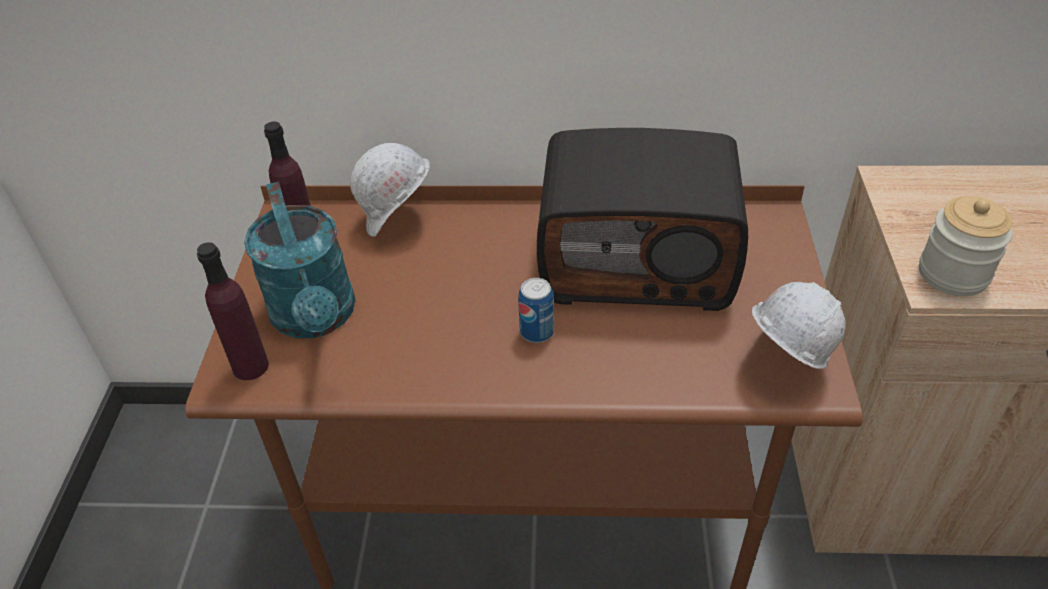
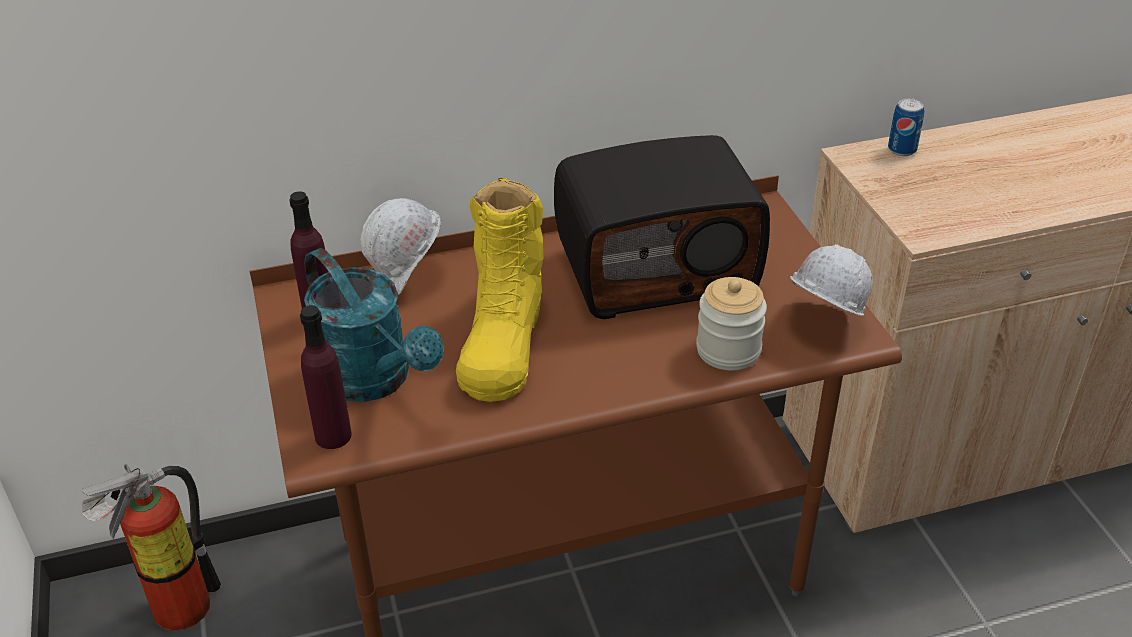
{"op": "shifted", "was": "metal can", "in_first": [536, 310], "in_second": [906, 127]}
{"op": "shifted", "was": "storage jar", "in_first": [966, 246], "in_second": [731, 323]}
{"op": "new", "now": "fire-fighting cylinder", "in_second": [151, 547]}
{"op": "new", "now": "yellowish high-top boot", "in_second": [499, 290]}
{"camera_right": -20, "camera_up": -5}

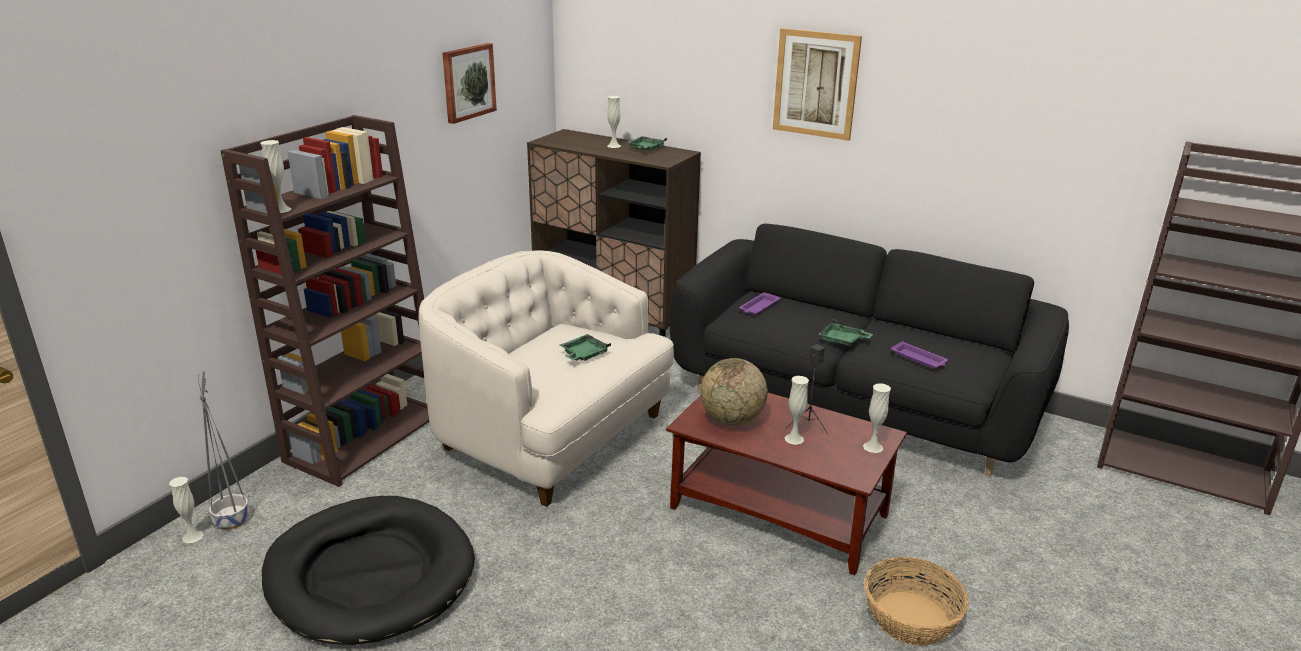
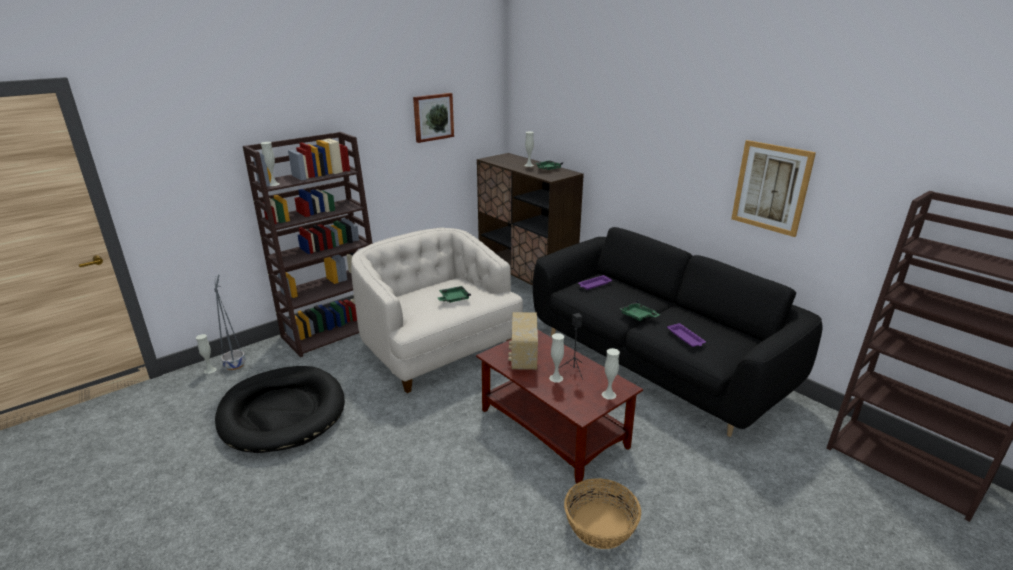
{"op": "swapped", "was": "globe", "now": "radio receiver", "in_first": [734, 392], "in_second": [523, 341]}
{"op": "shifted", "was": "picture", "in_first": [817, 84], "in_second": [773, 188]}
{"camera_right": 20, "camera_up": 0}

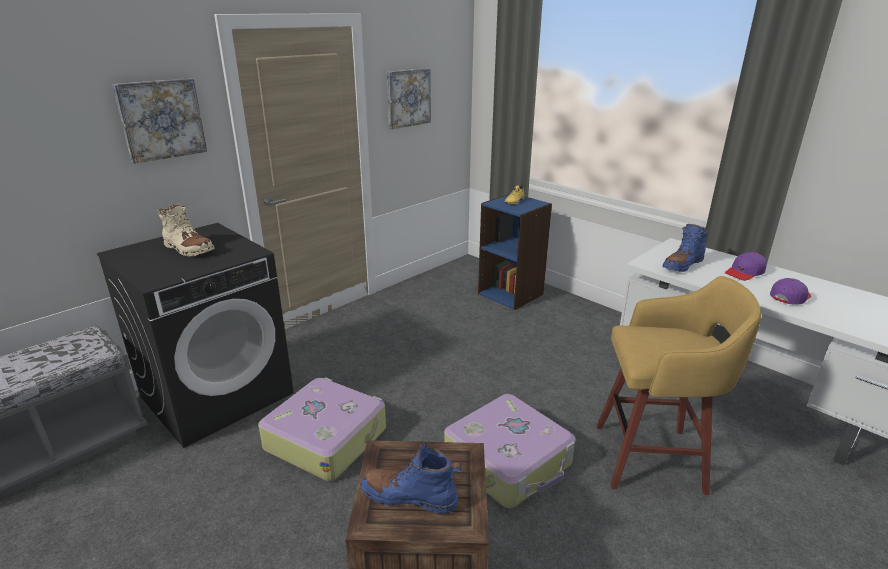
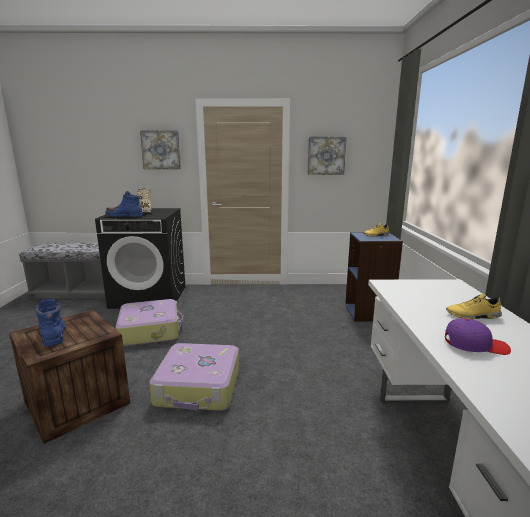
{"op": "gone", "was": "yellowish stool", "in_first": [678, 385]}
{"op": "shifted", "was": "bluish high-top boot", "in_first": [685, 248], "in_second": [124, 204]}
{"op": "swapped", "was": "purplish baseball cap", "now": "yellowish item of footwear", "in_first": [746, 266], "in_second": [474, 306]}
{"camera_right": 45, "camera_up": -10}

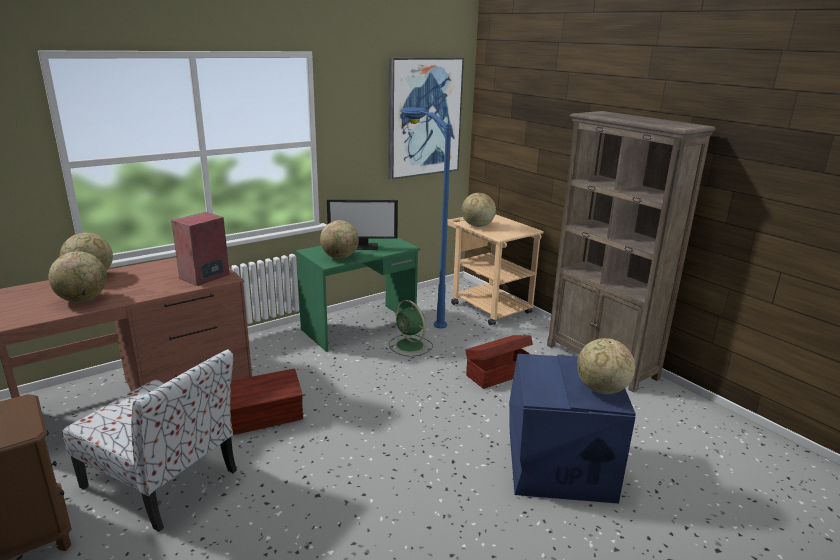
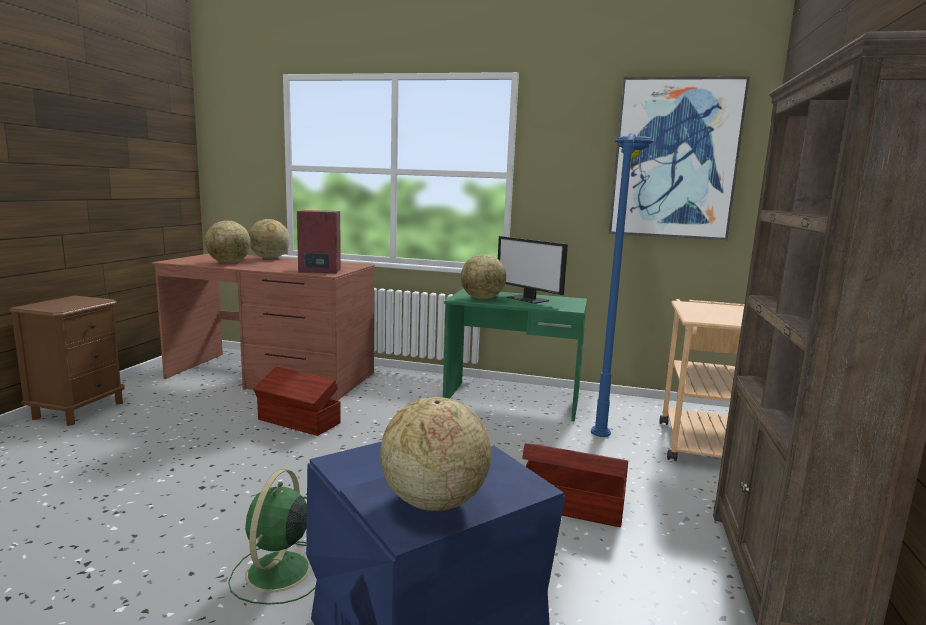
{"op": "gone", "was": "plain chair", "in_first": [149, 440]}
{"op": "shifted", "was": "green-coloured fan", "in_first": [411, 328], "in_second": [272, 537]}
{"op": "gone", "was": "globe", "in_first": [479, 210]}
{"camera_right": 50, "camera_up": -10}

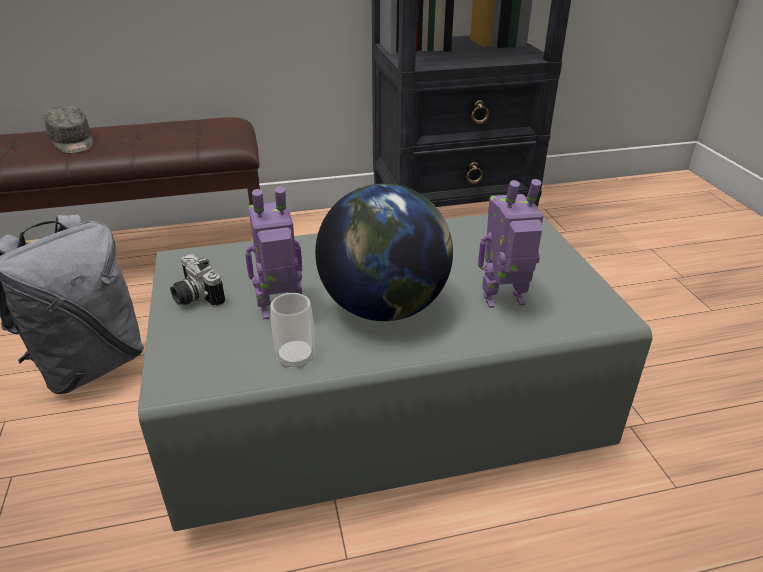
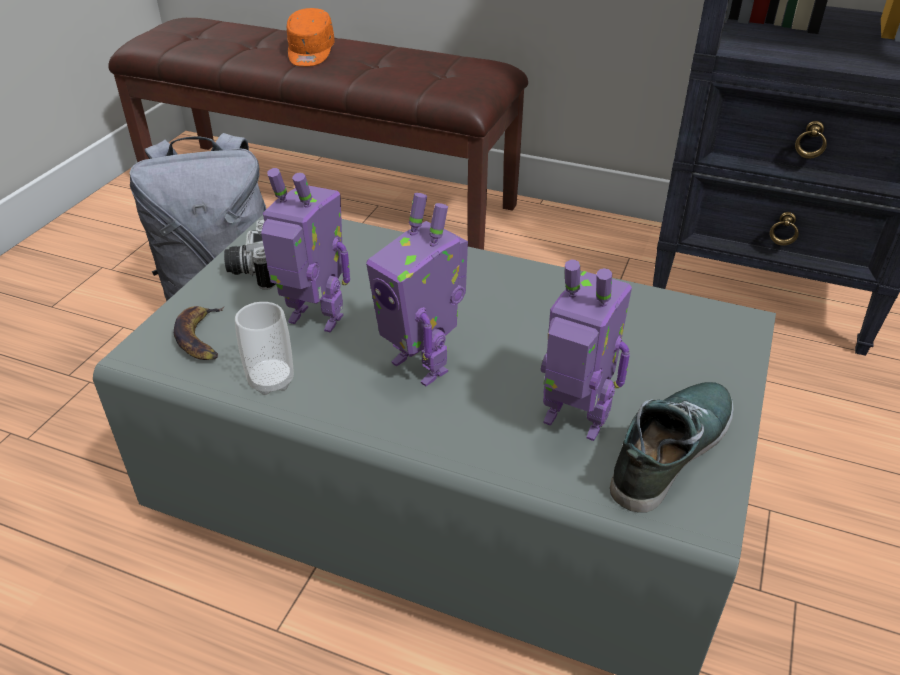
{"op": "repainted", "was": "greyish baseball cap", "now": "orange baseball cap", "in_first": [68, 129], "in_second": [311, 37]}
{"op": "swapped", "was": "globe", "now": "toy robot", "in_first": [384, 252], "in_second": [417, 290]}
{"op": "new", "now": "banana", "in_second": [199, 333]}
{"op": "new", "now": "item of footwear", "in_second": [672, 447]}
{"camera_right": 35, "camera_up": 5}

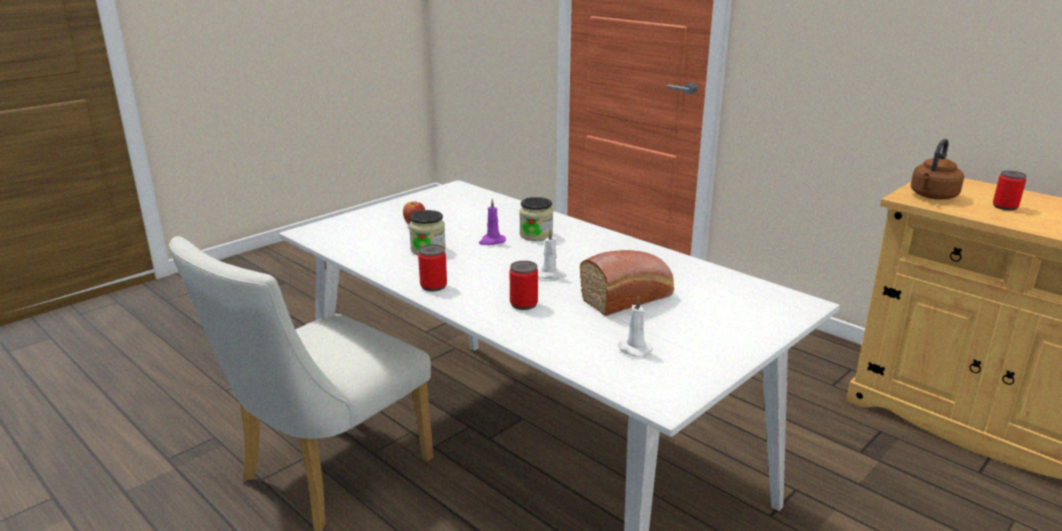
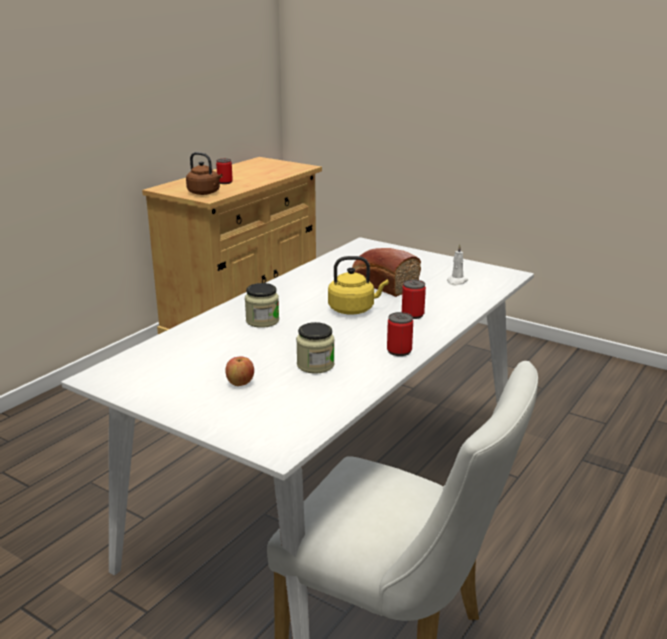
{"op": "gone", "was": "purplish candle", "in_first": [492, 222]}
{"op": "swapped", "was": "white-coloured candle", "now": "yellowish tea kettle", "in_first": [552, 254], "in_second": [358, 285]}
{"camera_right": -100, "camera_up": 0}

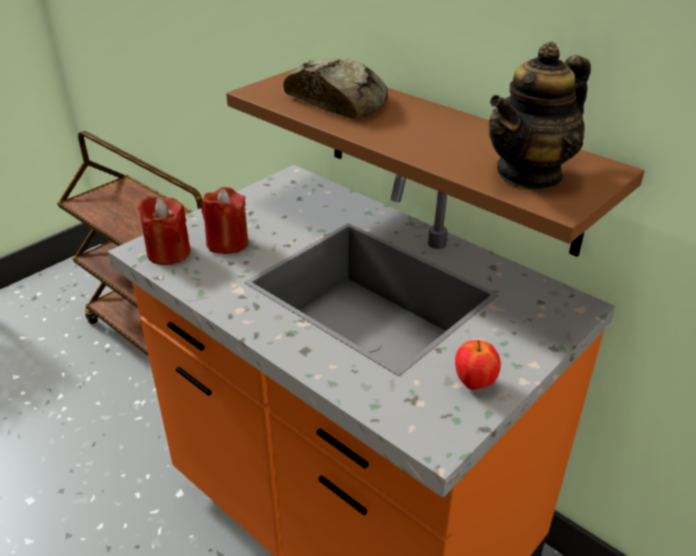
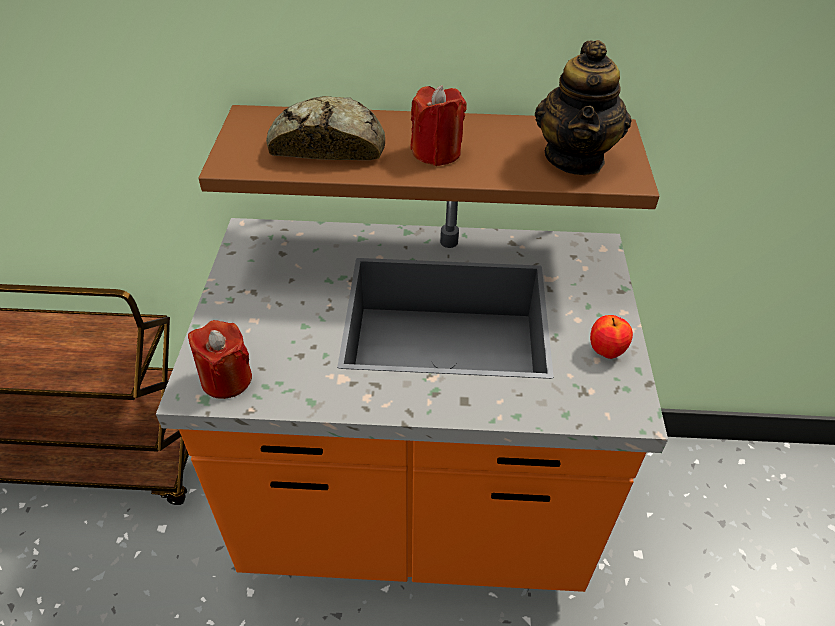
{"op": "shifted", "was": "red candle", "in_first": [224, 220], "in_second": [439, 125]}
{"camera_right": -40, "camera_up": 10}

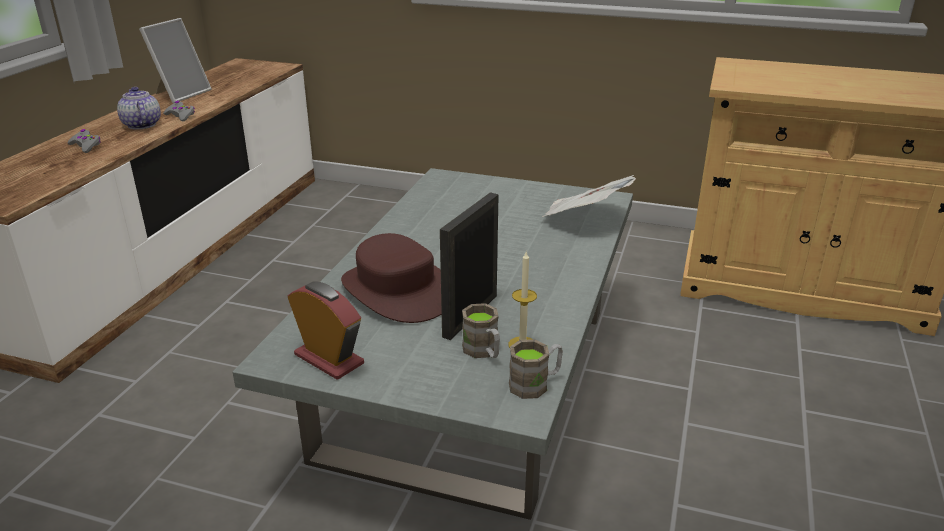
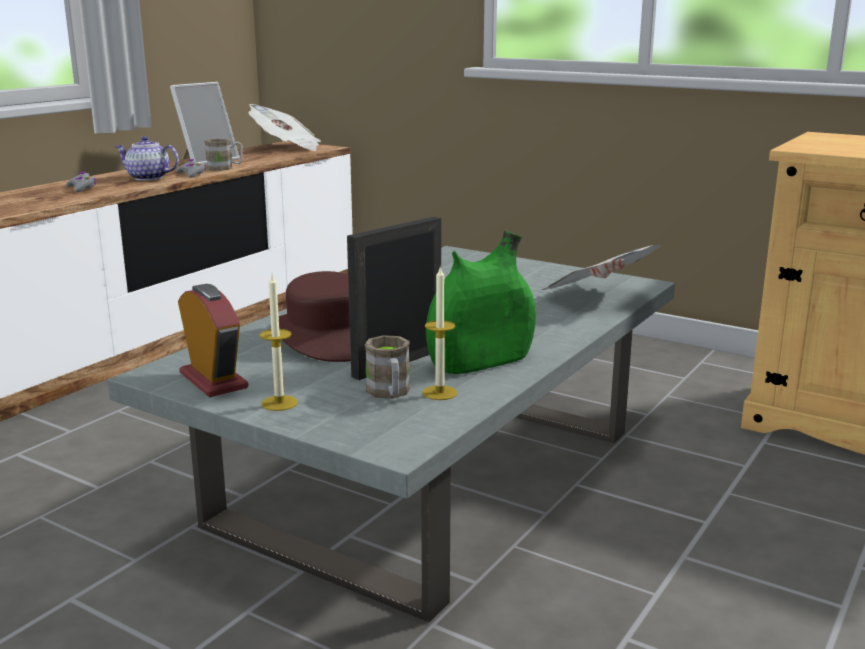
{"op": "rotated", "was": "teapot", "in_first": [139, 108], "in_second": [147, 158], "clockwise": -60}
{"op": "shifted", "was": "brown coffee mug", "in_first": [536, 369], "in_second": [224, 155]}
{"op": "new", "now": "newspaper", "in_second": [284, 127]}
{"op": "new", "now": "candle", "in_second": [279, 343]}
{"op": "new", "now": "green-coloured vase", "in_second": [481, 302]}
{"camera_right": 15, "camera_up": -10}

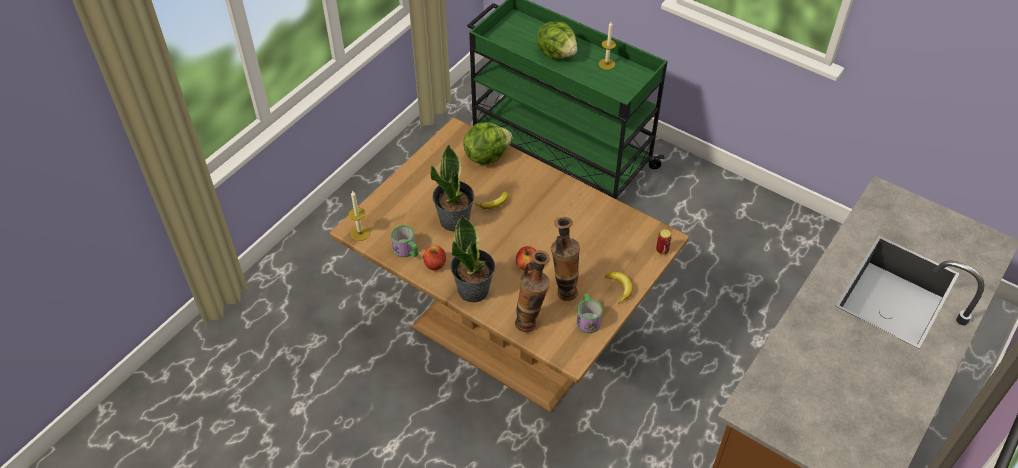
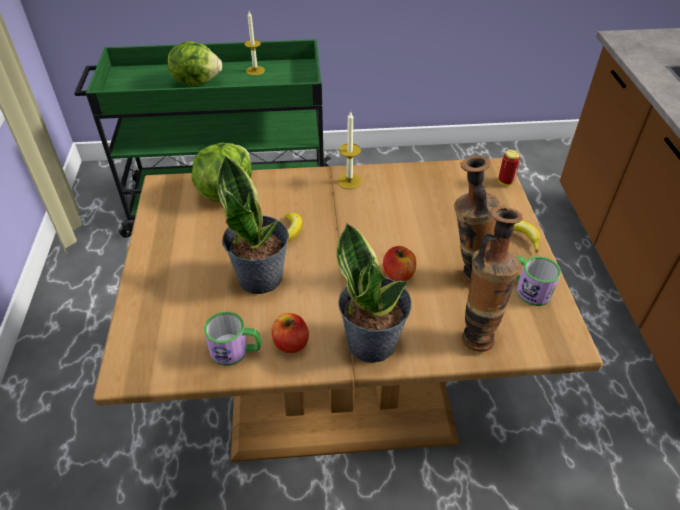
{"op": "shifted", "was": "candle", "in_first": [359, 215], "in_second": [349, 149]}
{"camera_right": -40, "camera_up": -5}

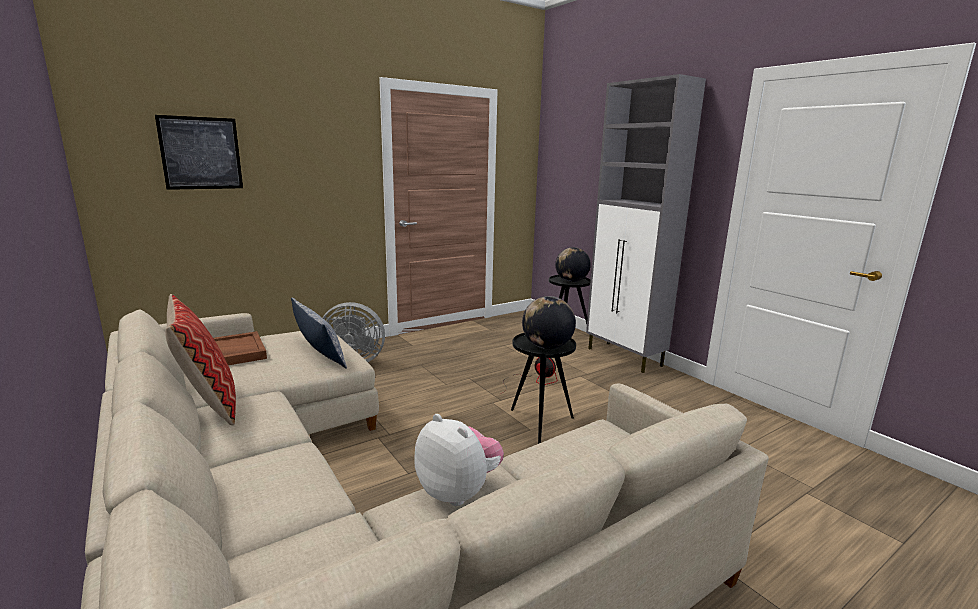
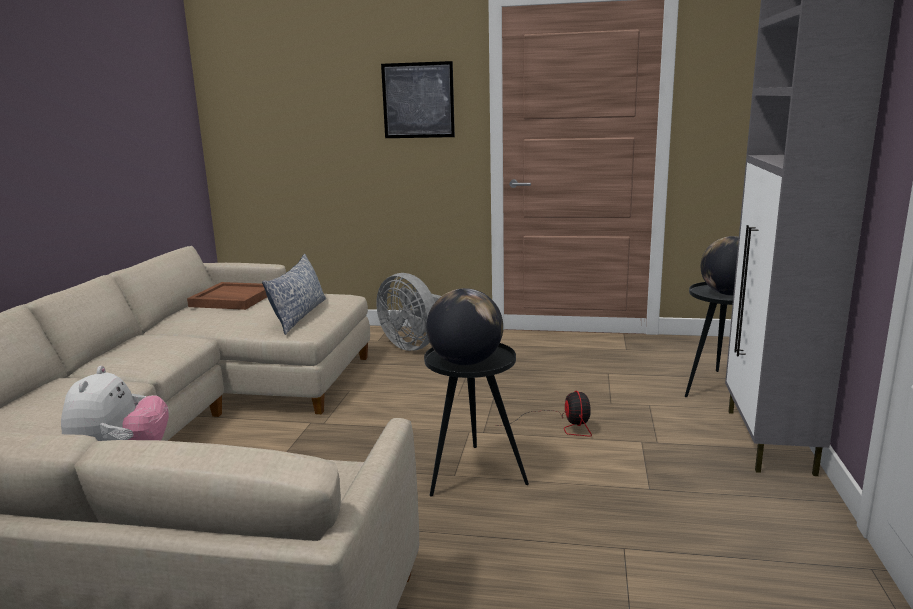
{"op": "shifted", "was": "picture", "in_first": [199, 152], "in_second": [418, 99]}
{"op": "gone", "was": "pillow", "in_first": [200, 359]}
{"camera_right": 45, "camera_up": 0}

